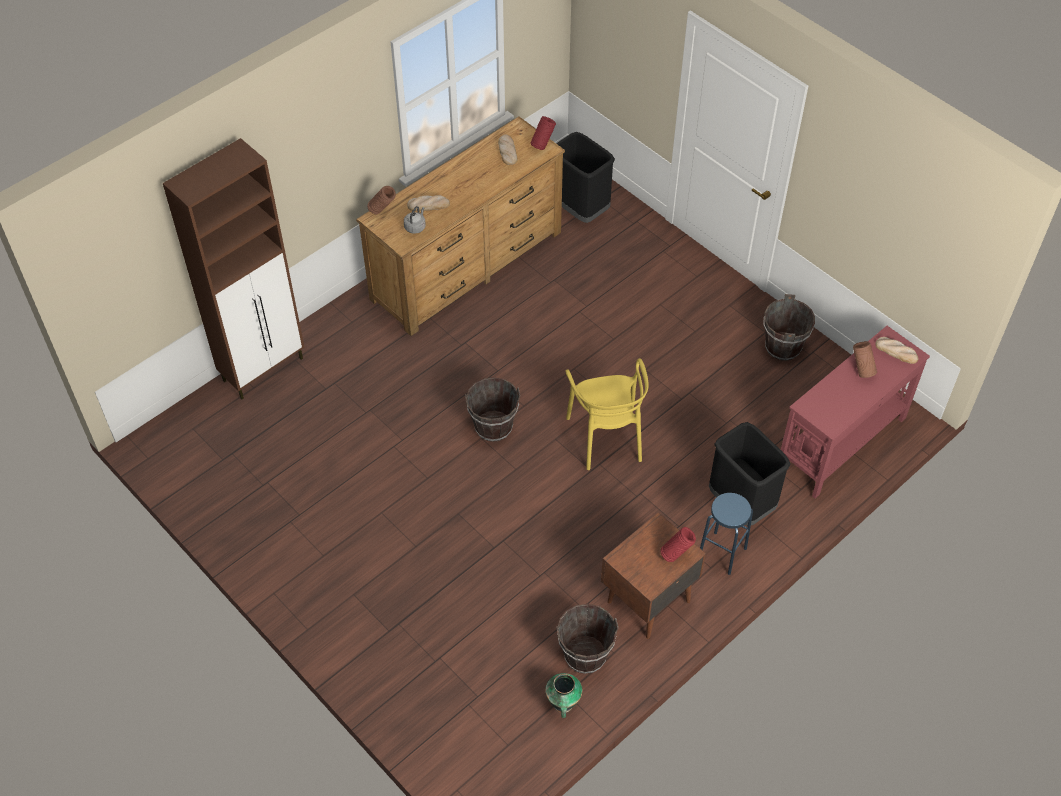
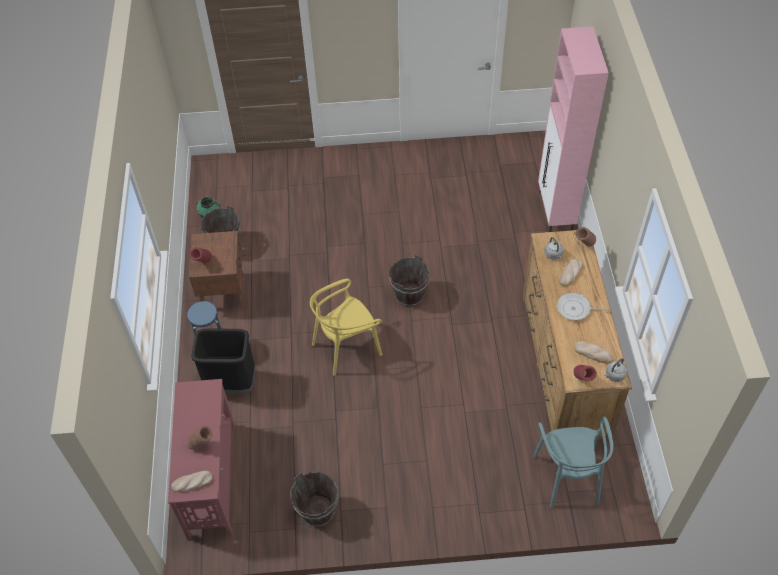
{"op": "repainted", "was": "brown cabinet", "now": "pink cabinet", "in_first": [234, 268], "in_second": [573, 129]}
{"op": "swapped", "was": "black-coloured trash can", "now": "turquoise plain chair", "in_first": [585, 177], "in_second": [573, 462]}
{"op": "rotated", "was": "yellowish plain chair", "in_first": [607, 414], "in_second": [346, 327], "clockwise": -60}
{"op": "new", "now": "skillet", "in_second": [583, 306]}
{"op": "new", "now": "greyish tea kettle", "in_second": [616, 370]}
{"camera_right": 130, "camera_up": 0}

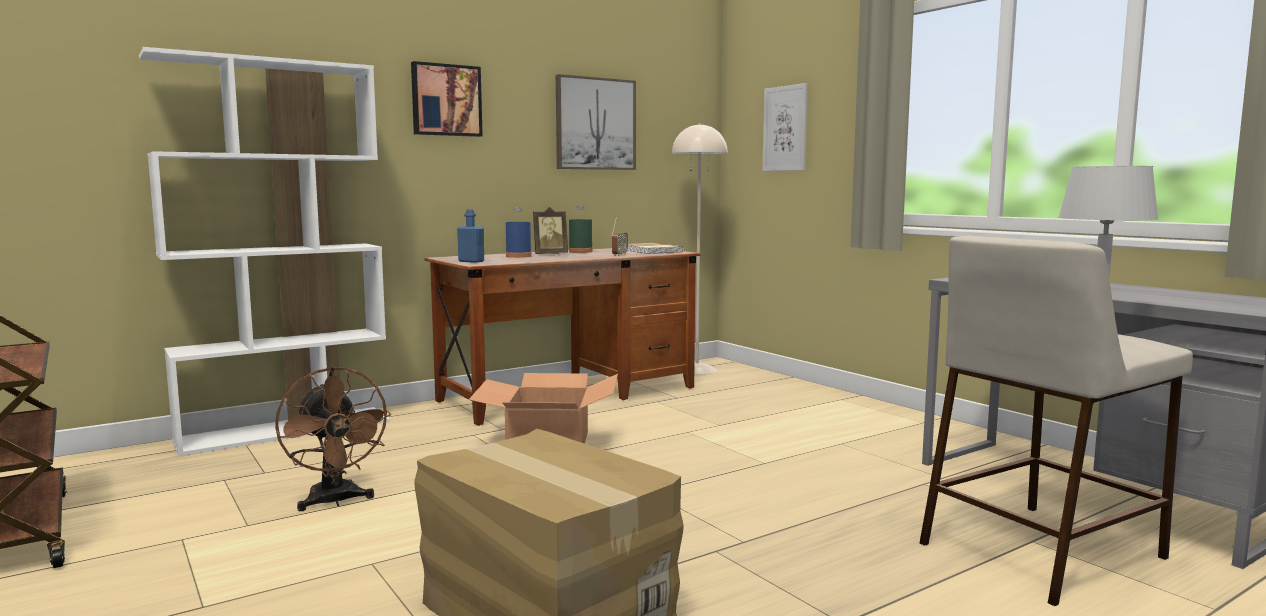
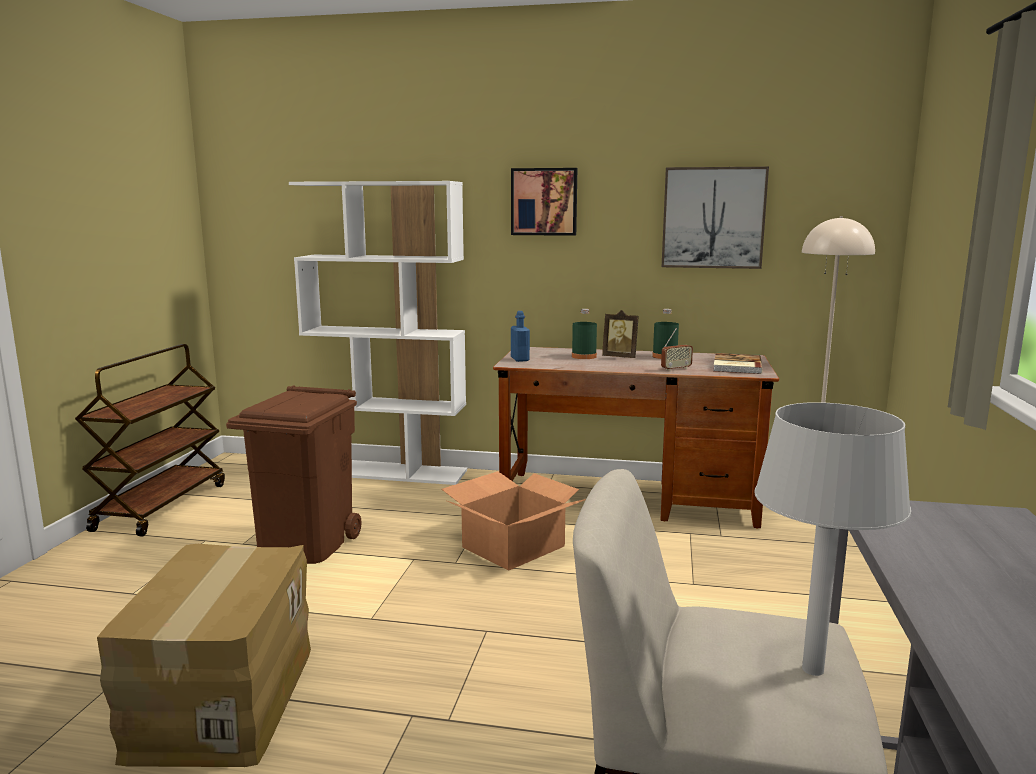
{"op": "swapped", "was": "brown fan", "now": "brown trash can", "in_first": [333, 438], "in_second": [294, 474]}
{"op": "repainted", "was": "bluish beverage bottle", "now": "green-coloured beverage bottle", "in_first": [519, 232], "in_second": [584, 334]}
{"op": "gone", "was": "picture", "in_first": [785, 127]}
{"camera_right": 45, "camera_up": 5}

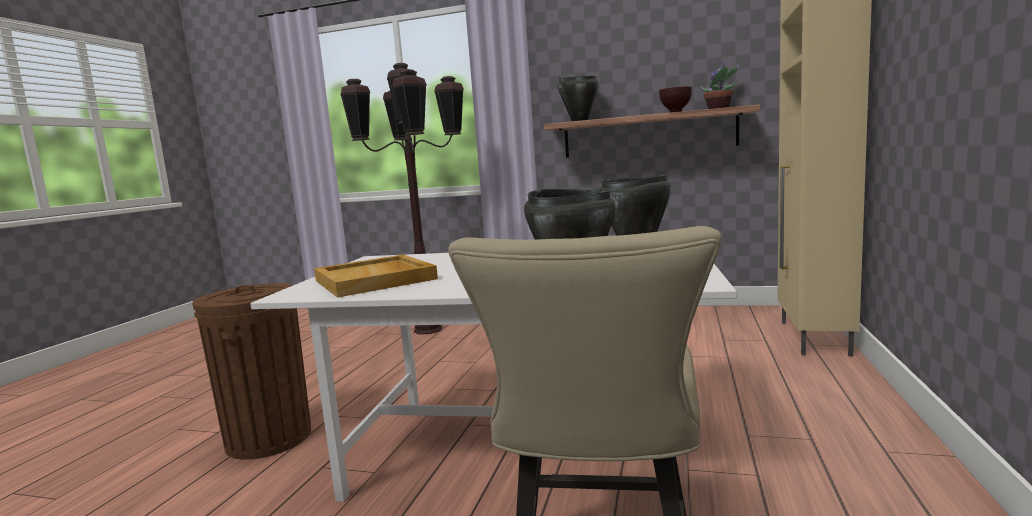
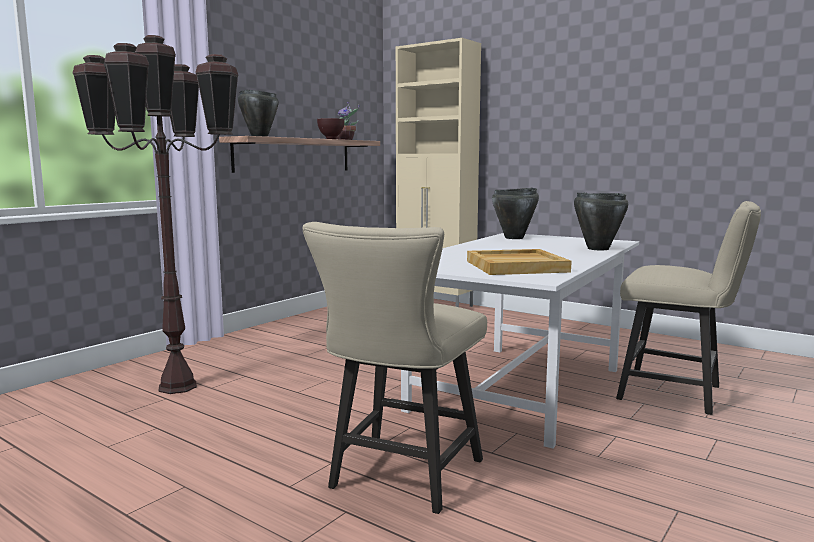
{"op": "swapped", "was": "brown trash can", "now": "sand-coloured plain chair", "in_first": [251, 371], "in_second": [394, 368]}
{"camera_right": -70, "camera_up": 0}

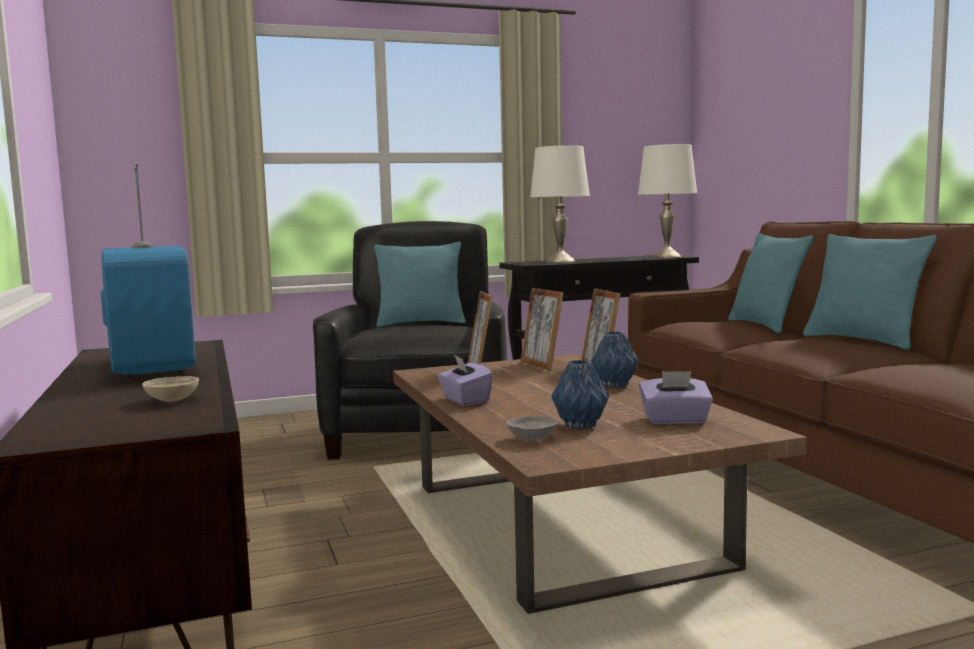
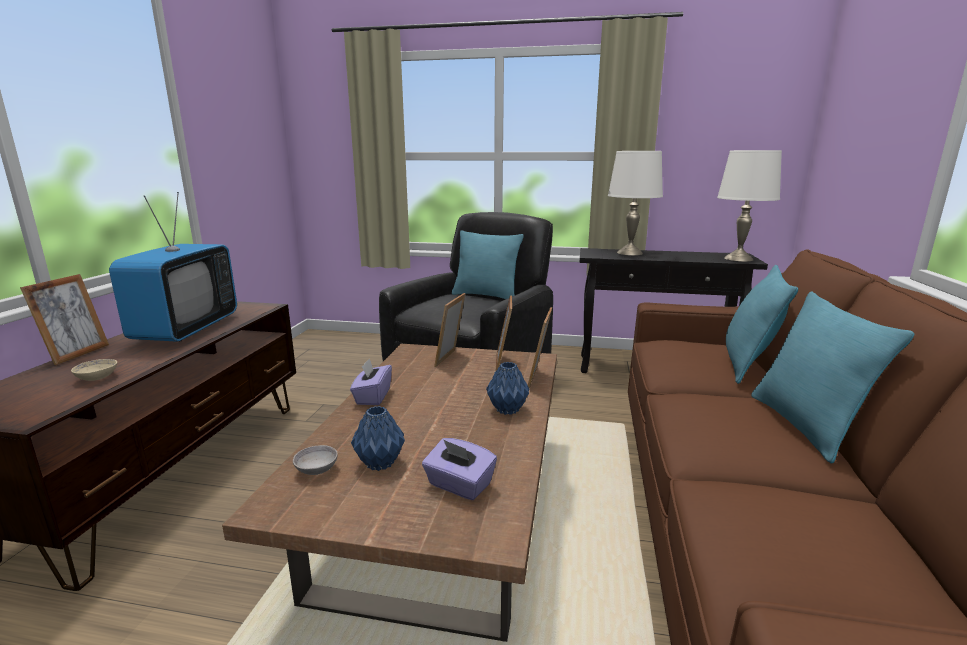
{"op": "new", "now": "photo frame", "in_second": [64, 319]}
{"camera_right": 30, "camera_up": 10}

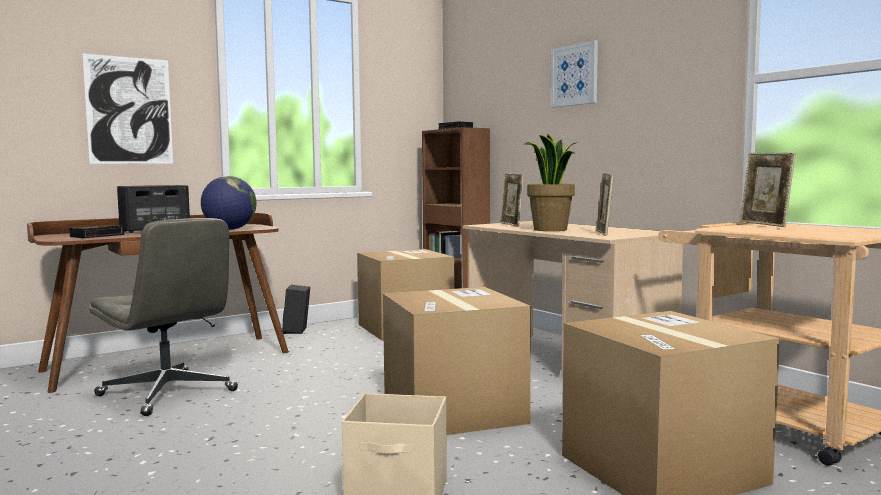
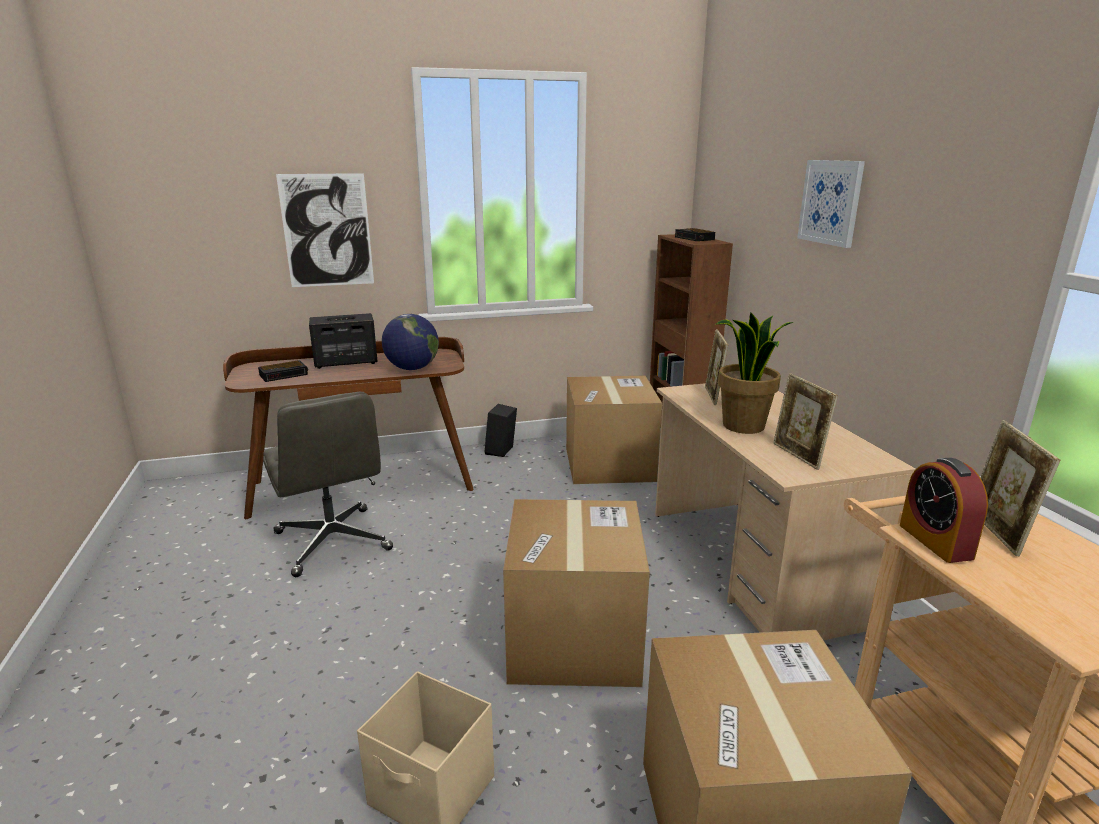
{"op": "rotated", "was": "photo frame", "in_first": [605, 204], "in_second": [805, 421], "clockwise": -45}
{"op": "new", "now": "table clock", "in_second": [944, 510]}
{"camera_right": 20, "camera_up": 15}

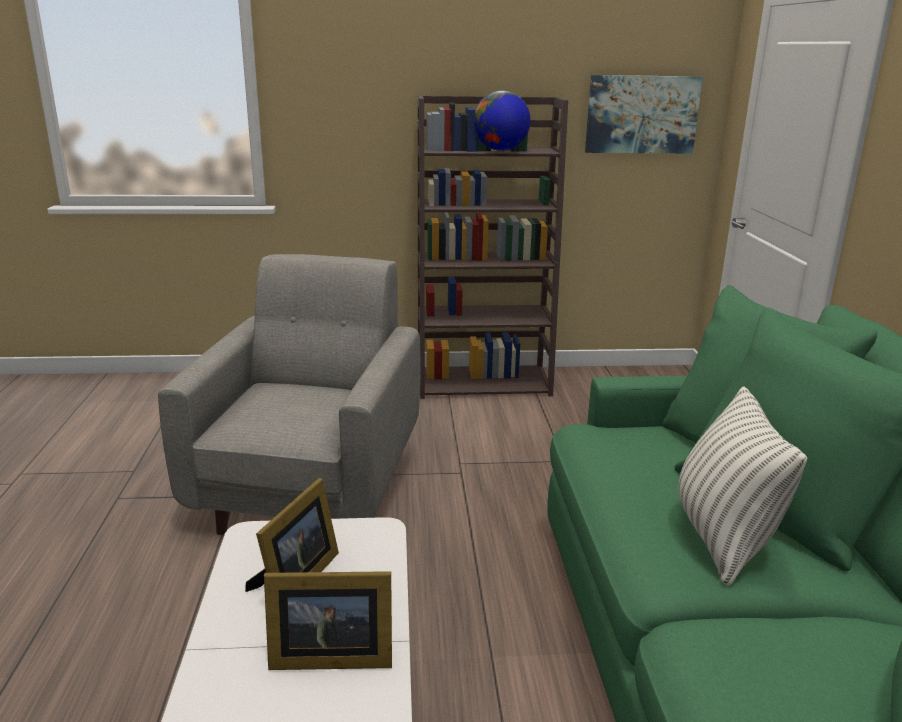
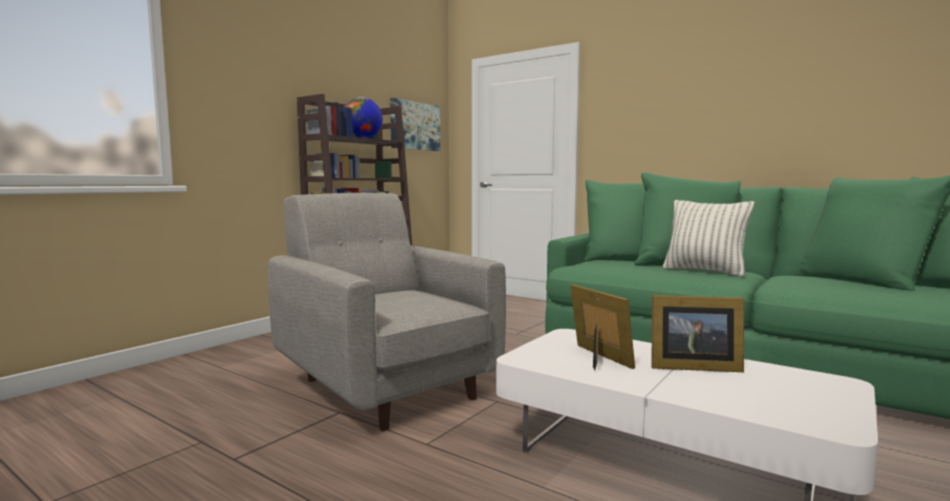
{"op": "rotated", "was": "photo frame", "in_first": [328, 620], "in_second": [697, 333], "clockwise": 60}
{"camera_right": -50, "camera_up": -15}

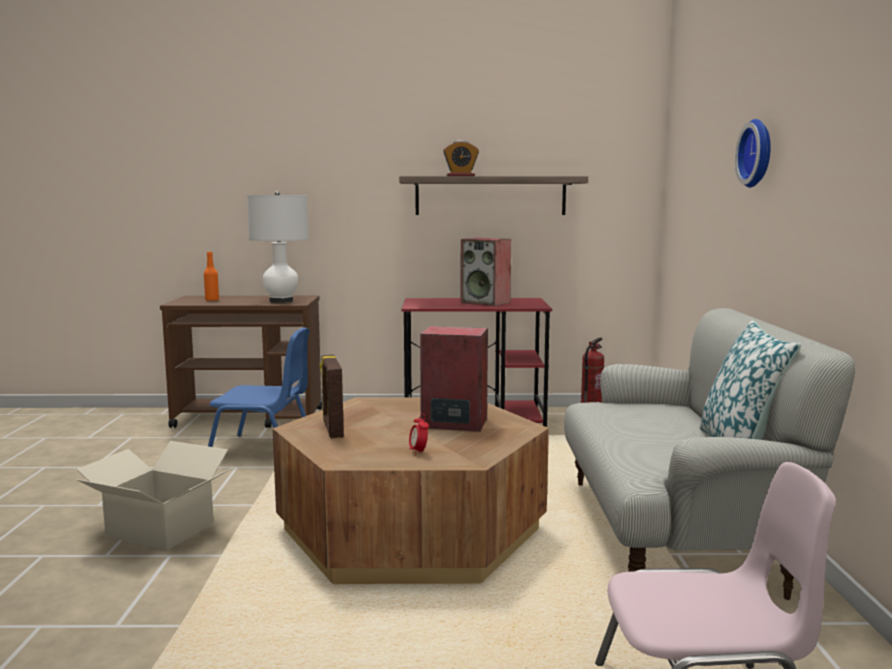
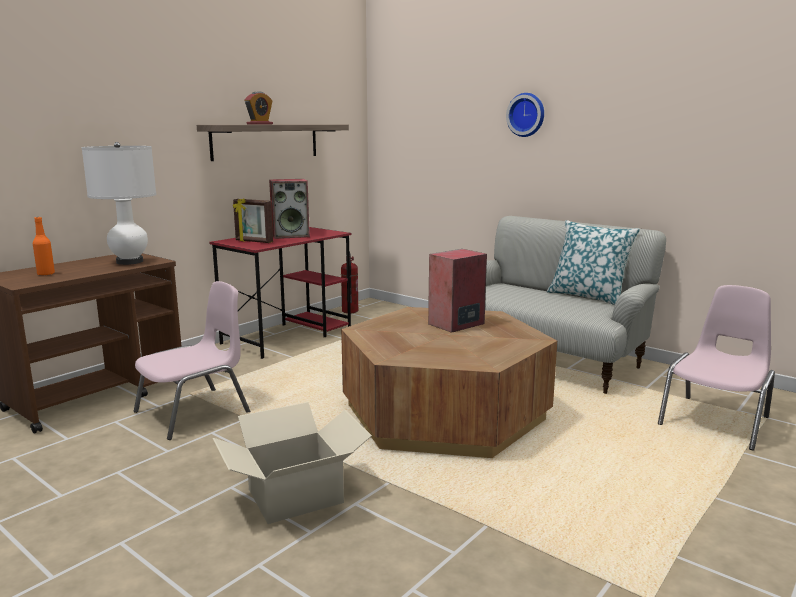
{"op": "repainted", "was": "bluish plain chair", "now": "pink plain chair", "in_first": [259, 387], "in_second": [192, 360]}
{"op": "shifted", "was": "photo frame", "in_first": [332, 396], "in_second": [253, 221]}
{"op": "gone", "was": "table clock", "in_first": [419, 434]}
{"camera_right": -50, "camera_up": 5}

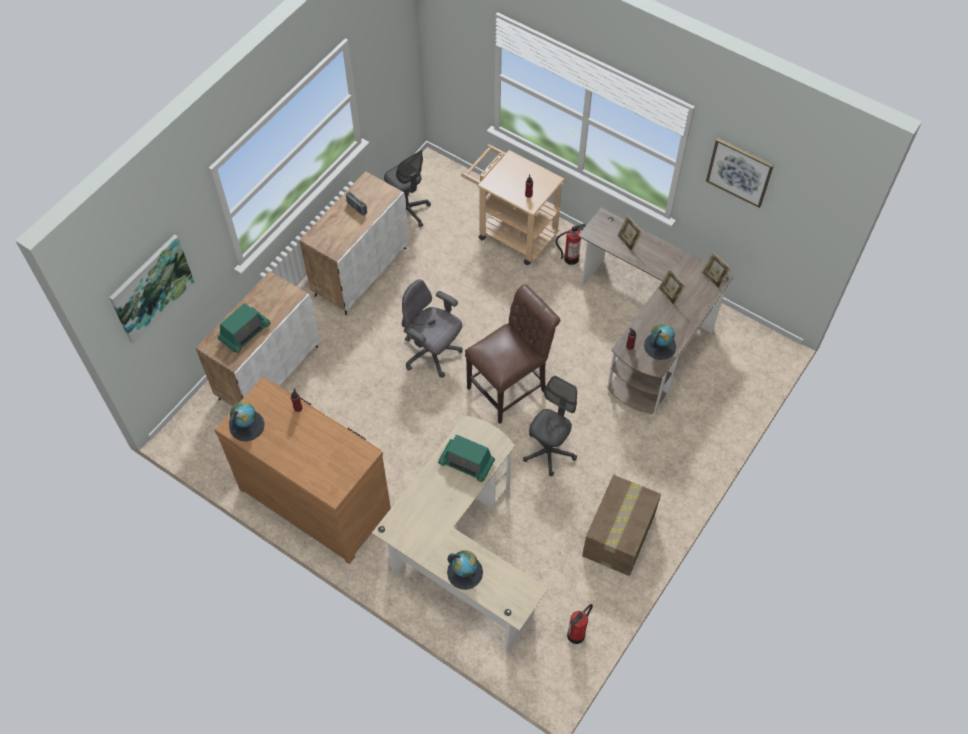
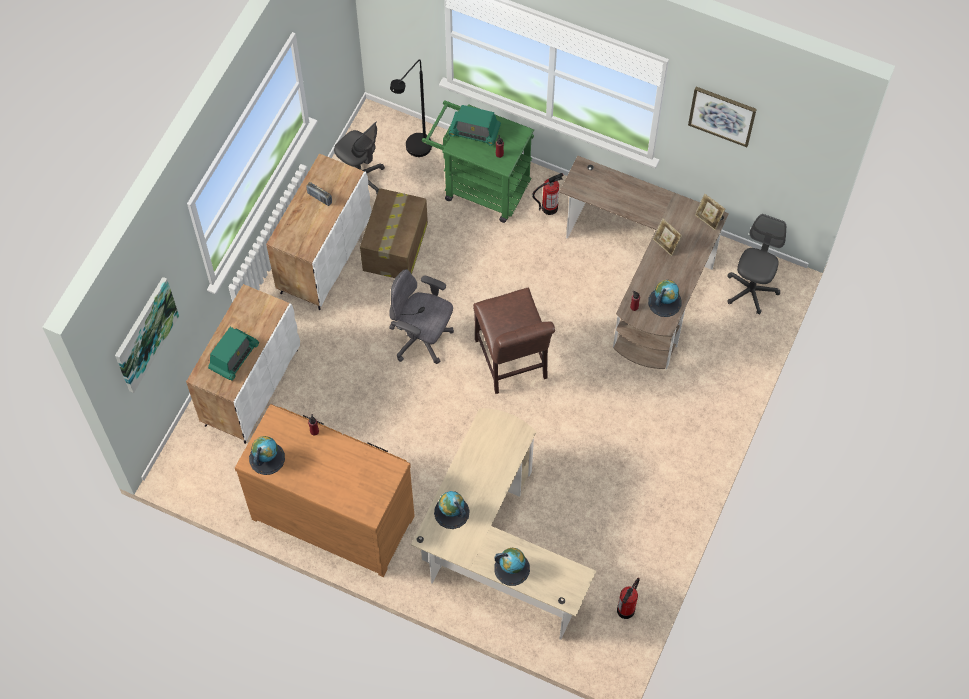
{"op": "shifted", "was": "radio receiver", "in_first": [466, 458], "in_second": [475, 125]}
{"op": "repainted", "was": "sand-coloured wheeled cart", "now": "green-coloured wheeled cart", "in_first": [513, 204], "in_second": [478, 161]}
{"op": "rotated", "was": "brown plain chair", "in_first": [513, 354], "in_second": [514, 340], "clockwise": 120}
{"op": "shifted", "was": "greyish computer chair", "in_first": [550, 426], "in_second": [756, 264]}
{"op": "shifted", "was": "carton", "in_first": [621, 525], "in_second": [394, 233]}
{"op": "gone", "was": "photo frame", "in_first": [629, 234]}
{"op": "new", "now": "black-coloured standard lamp", "in_second": [411, 108]}
{"op": "new", "now": "globe", "in_second": [452, 510]}
{"camera_right": -10, "camera_up": 5}

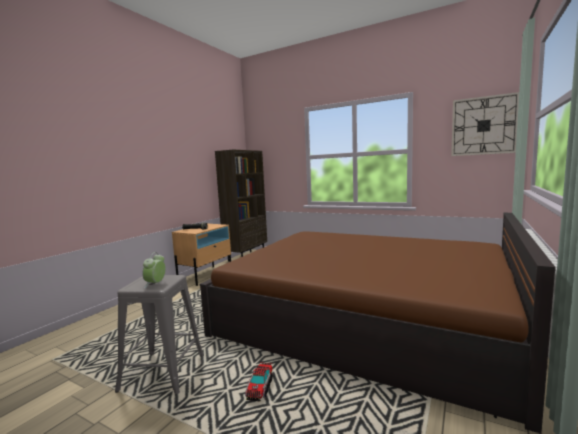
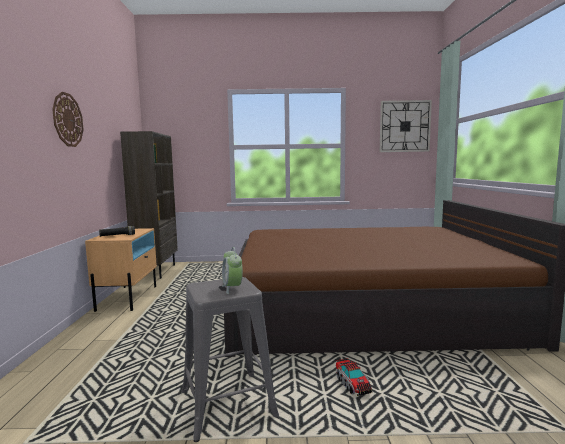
{"op": "new", "now": "wall clock", "in_second": [68, 119]}
{"camera_right": -30, "camera_up": 0}

